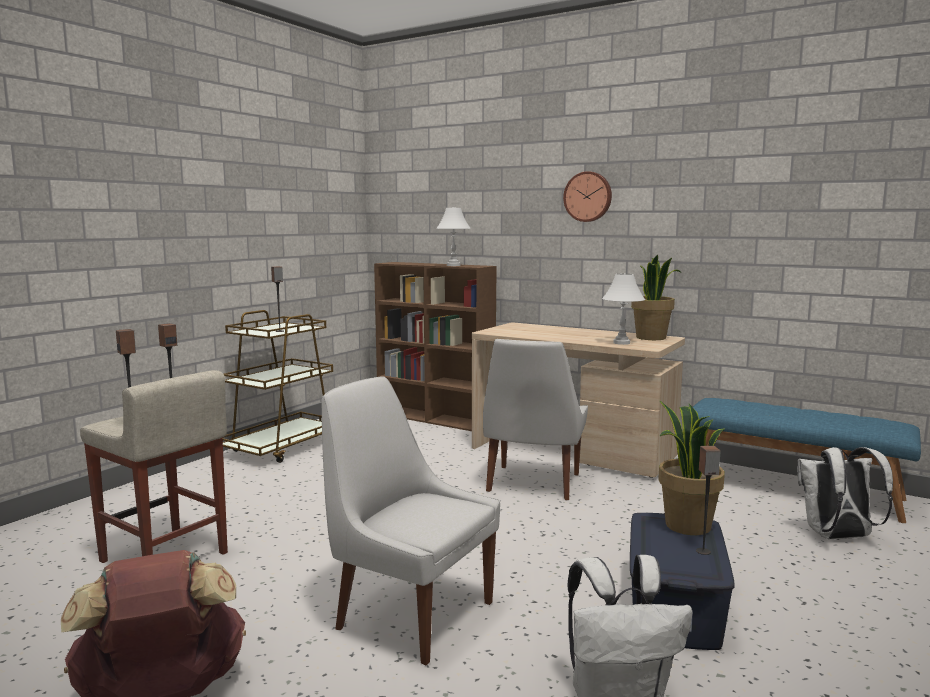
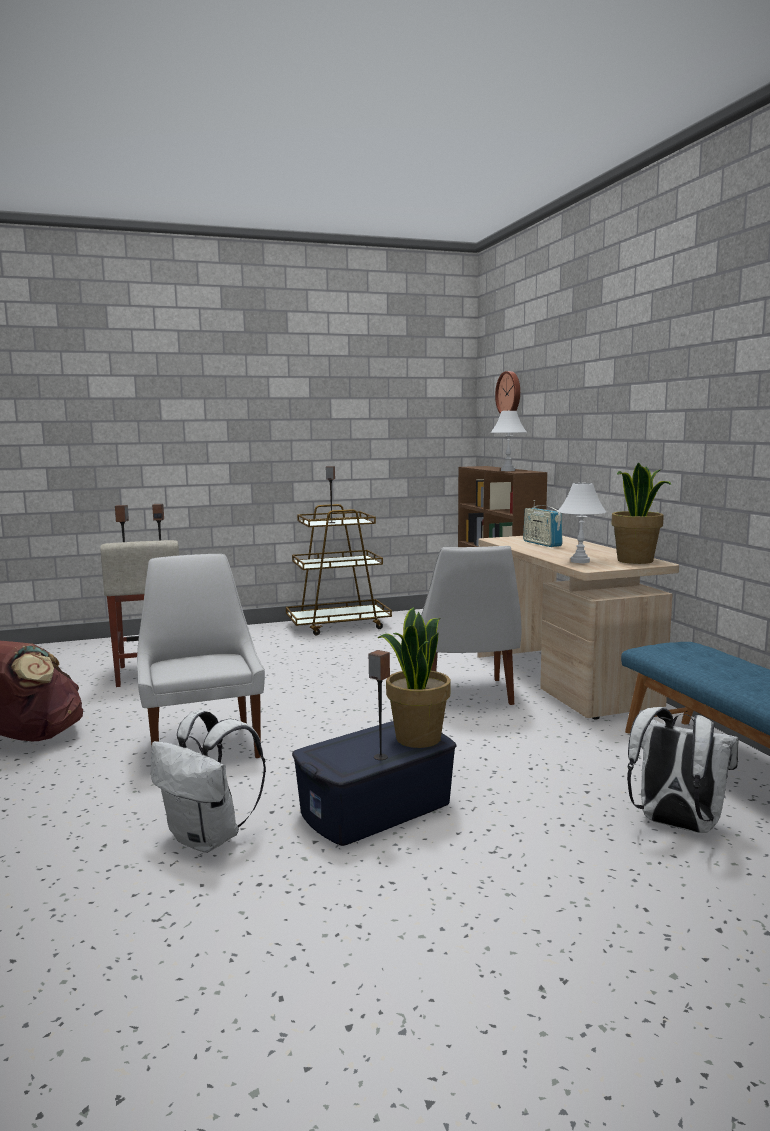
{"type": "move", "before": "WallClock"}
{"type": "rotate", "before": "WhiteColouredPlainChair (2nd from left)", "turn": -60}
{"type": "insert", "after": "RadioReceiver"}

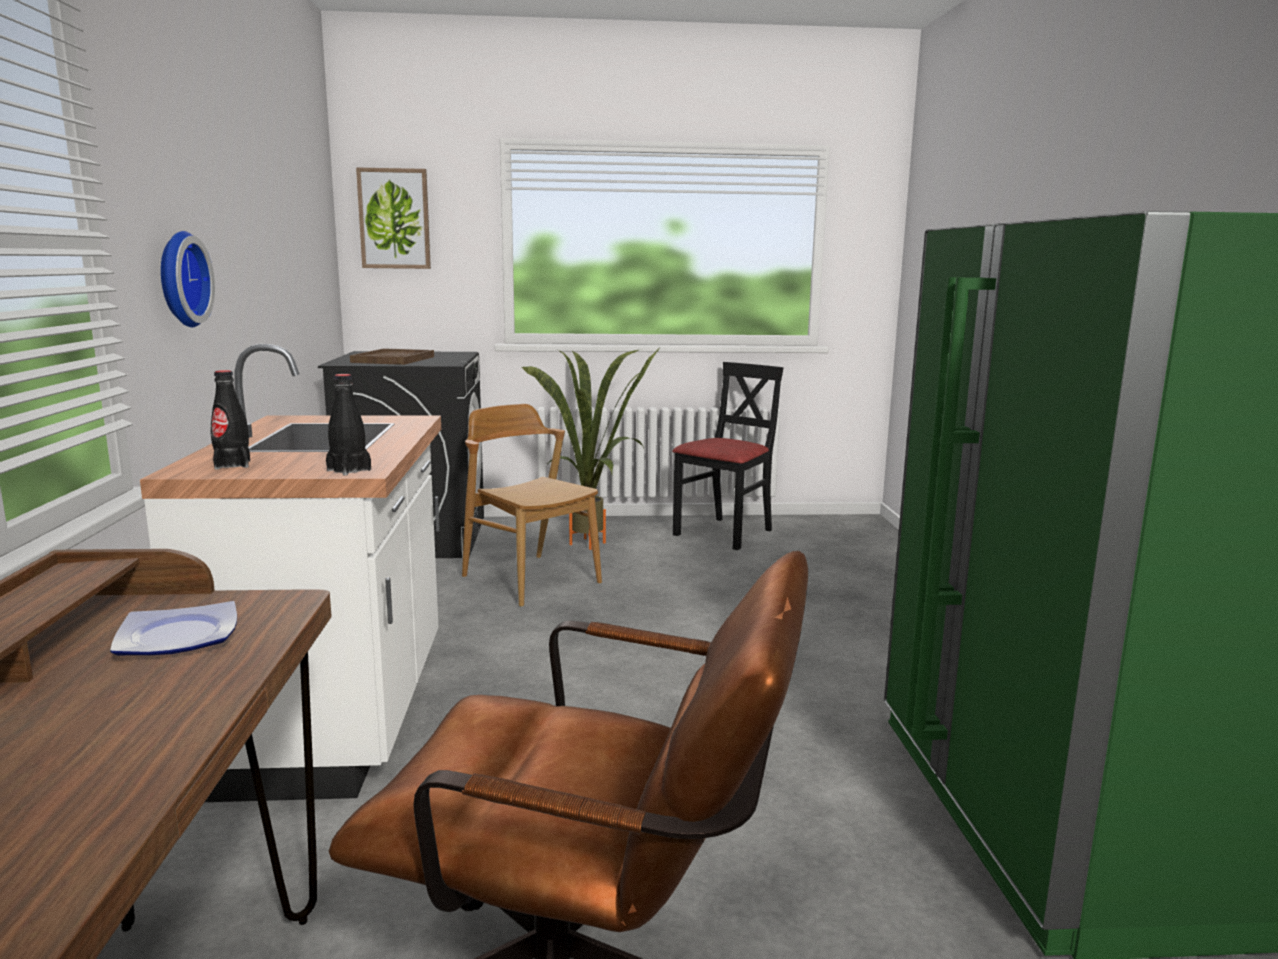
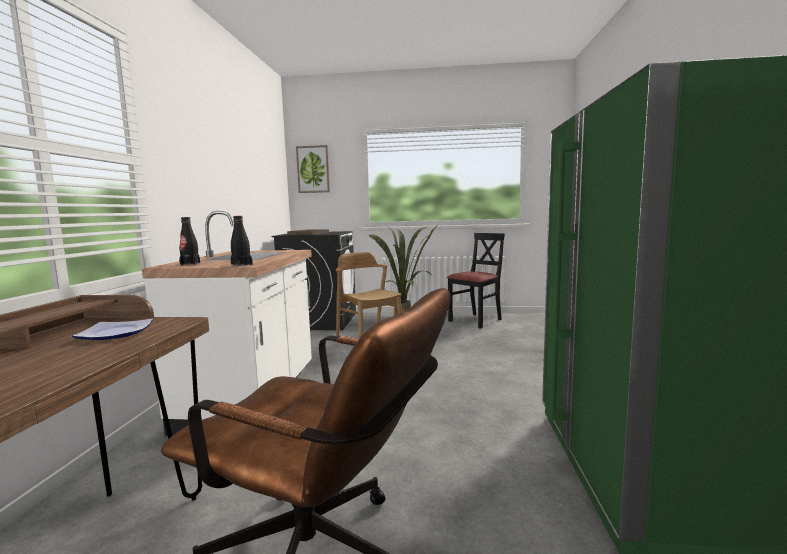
{"type": "delete", "before": "WallClock"}

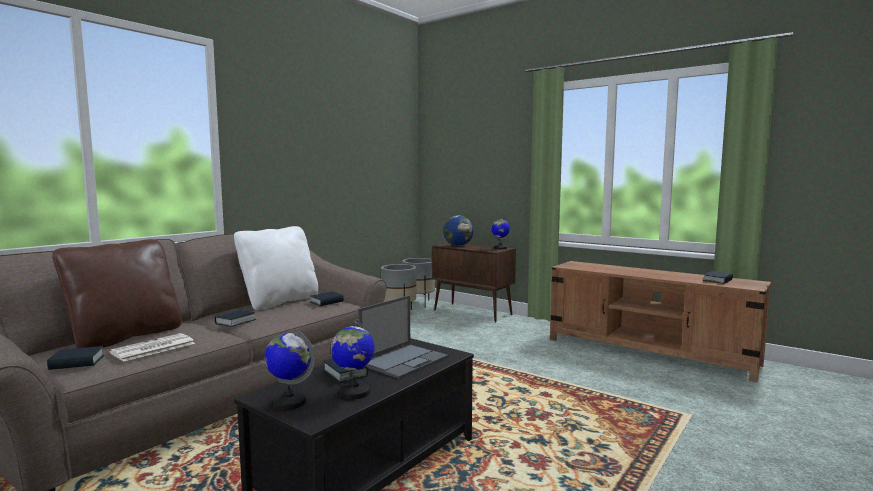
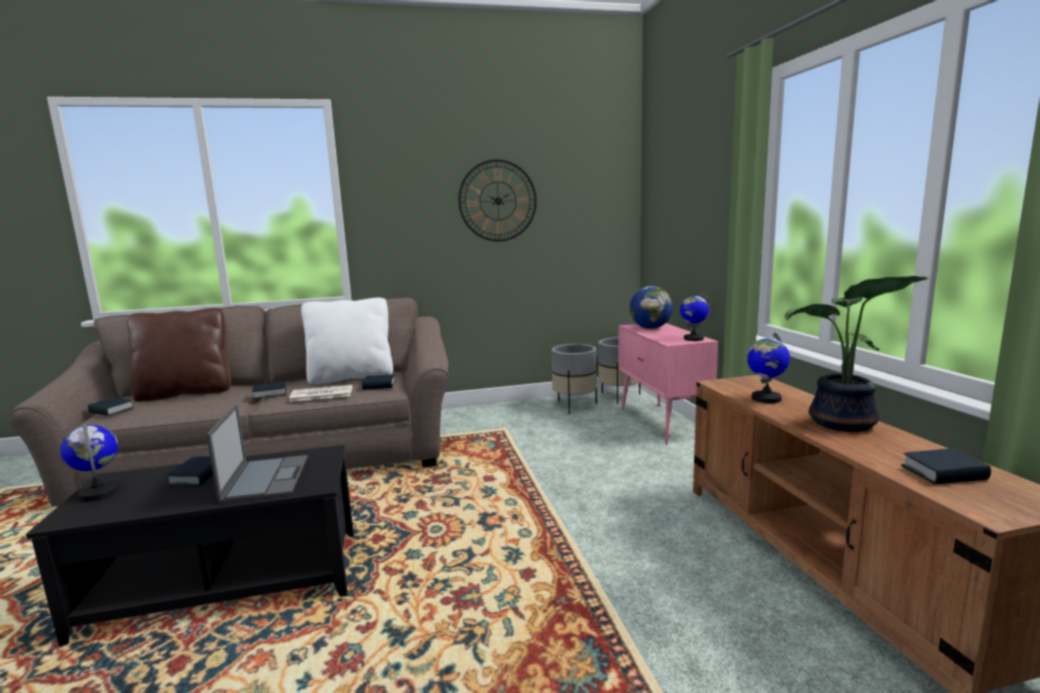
{"type": "recolor", "before": "BrownColouredCabinet", "after": "PinkishCabinet"}
{"type": "rotate", "before": "Laptop", "turn": -90}
{"type": "move", "before": "WorldGlobe (2nd from left in the first image)", "after": "WorldGlobe (4th from left)"}
{"type": "move", "before": "DailyPaper"}
{"type": "insert", "after": "WallClock"}
{"type": "insert", "after": "PlantInAPot"}

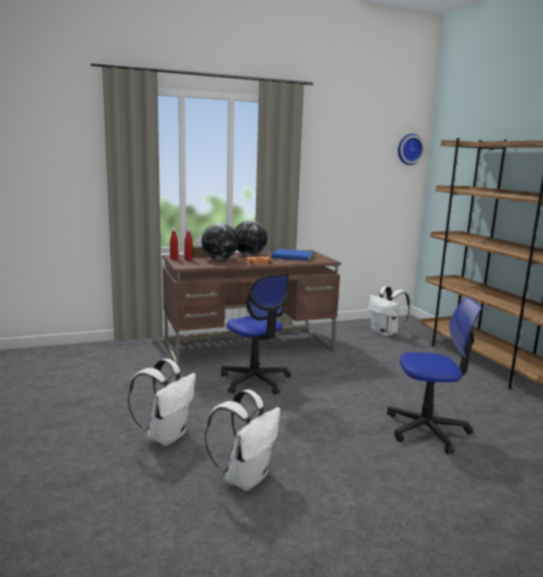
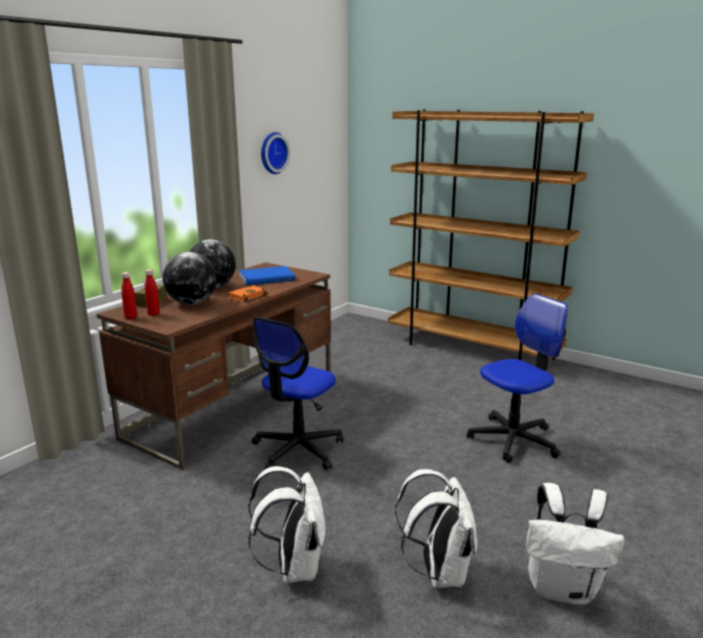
{"type": "move", "before": "WallClock"}
{"type": "rotate", "before": "DeskChair (1st from left)", "turn": 105}
{"type": "move", "before": "WhiteColouredBackpack (3rd from left)"}

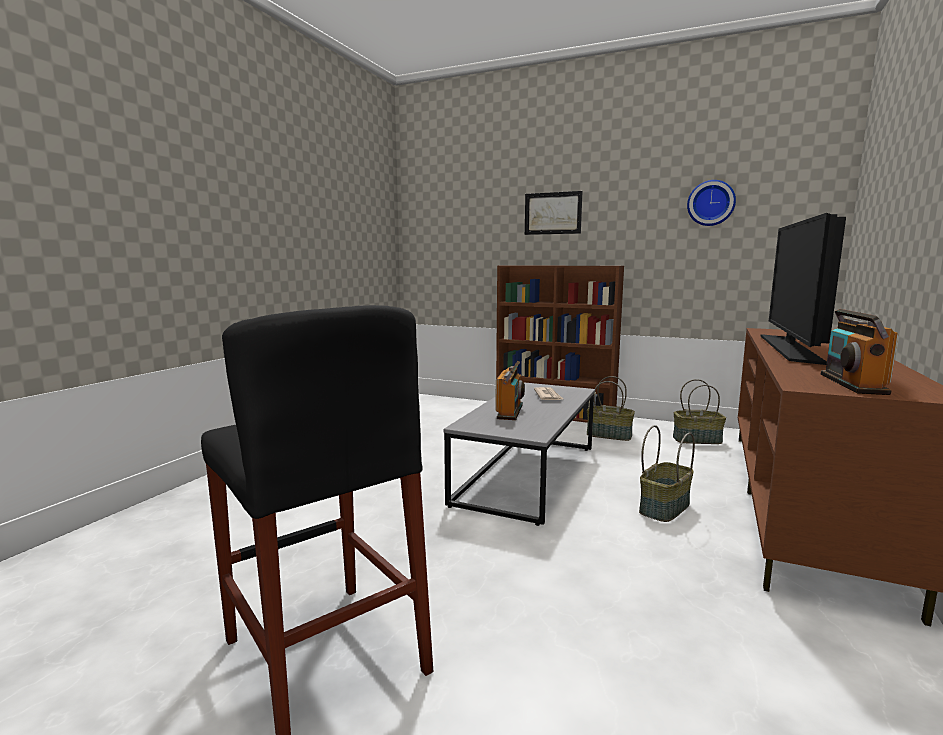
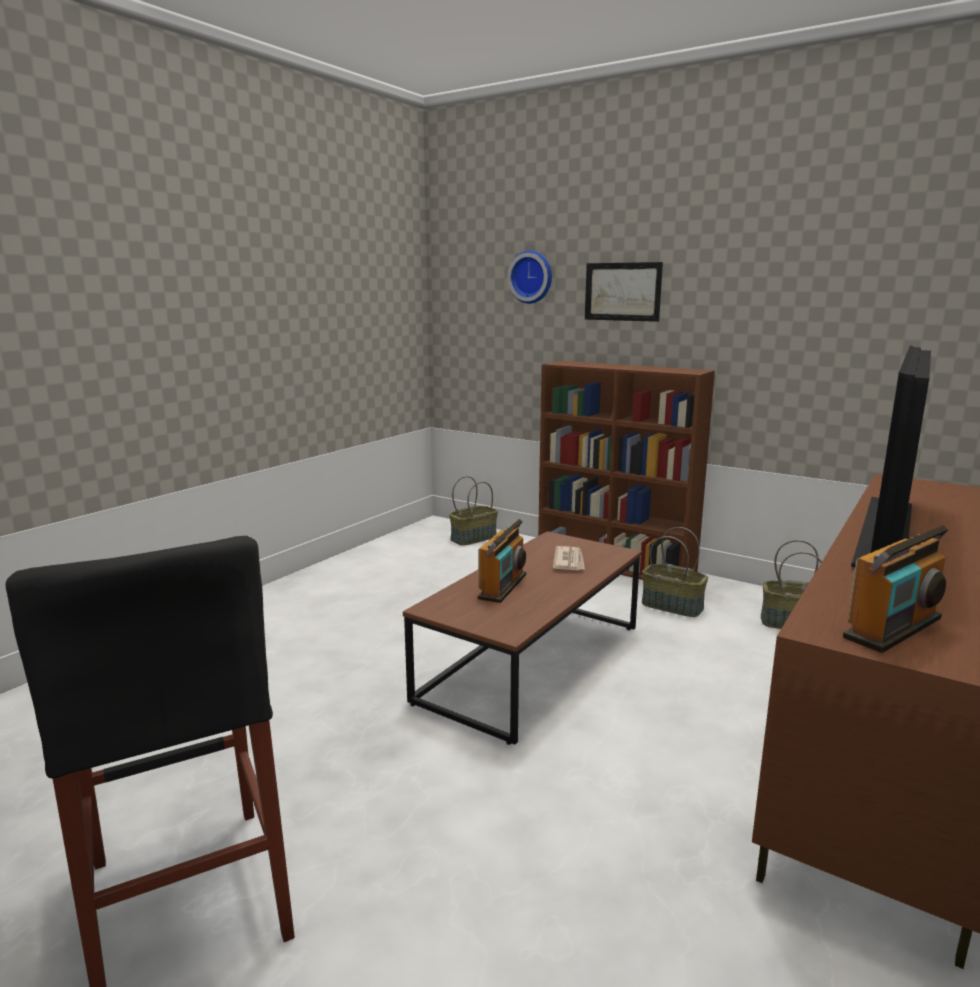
{"type": "move", "before": "WallClock"}
{"type": "rotate", "before": "RadioReceiver (2nd from left)", "turn": -150}
{"type": "recolor", "before": "GreyCoffeeTable", "after": "BrownColouredCoffeeTable"}
{"type": "move", "before": "Basket (2nd from left in the first image)", "after": "Basket (1st from left)"}

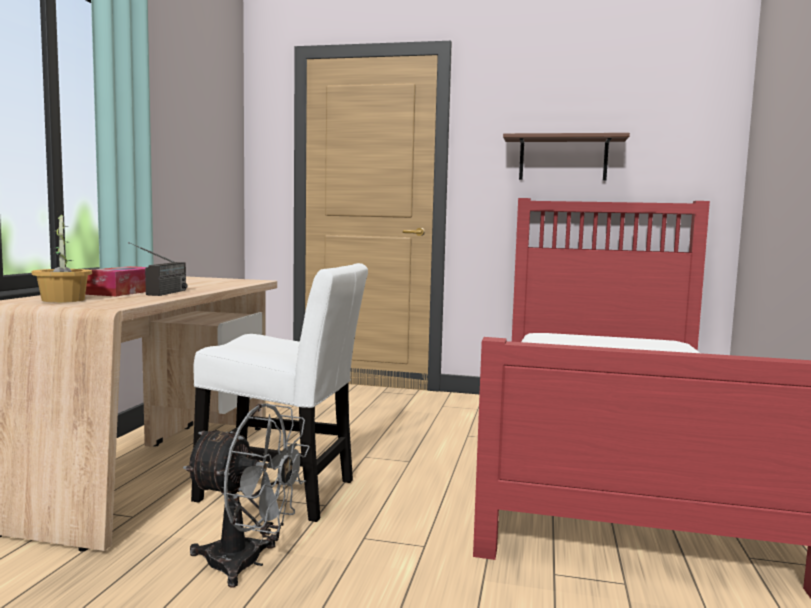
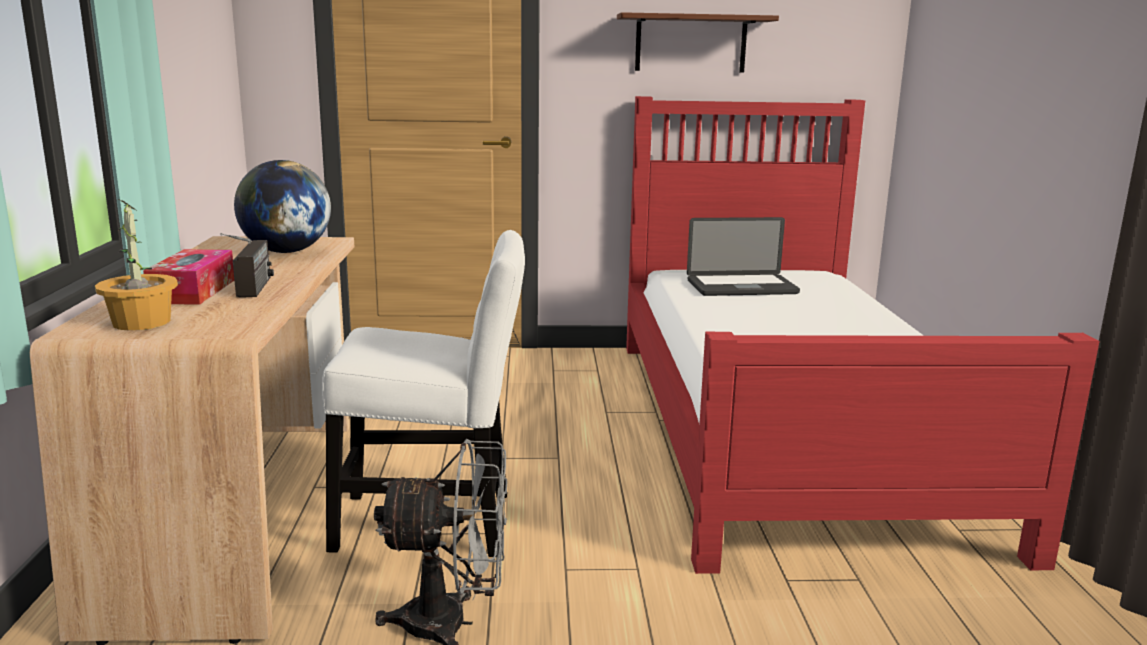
{"type": "insert", "after": "WorldGlobe"}
{"type": "insert", "after": "Laptop"}

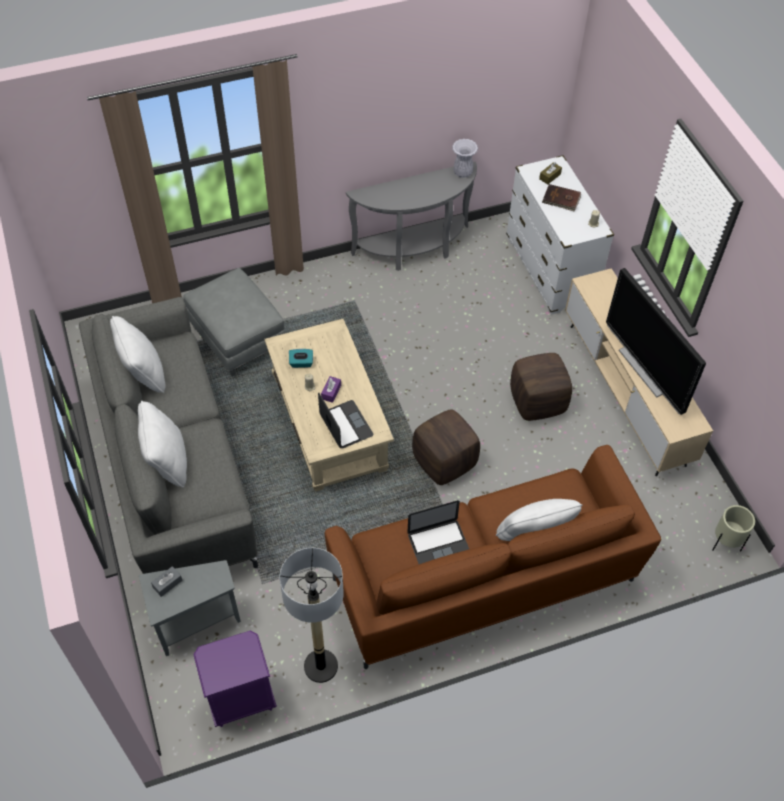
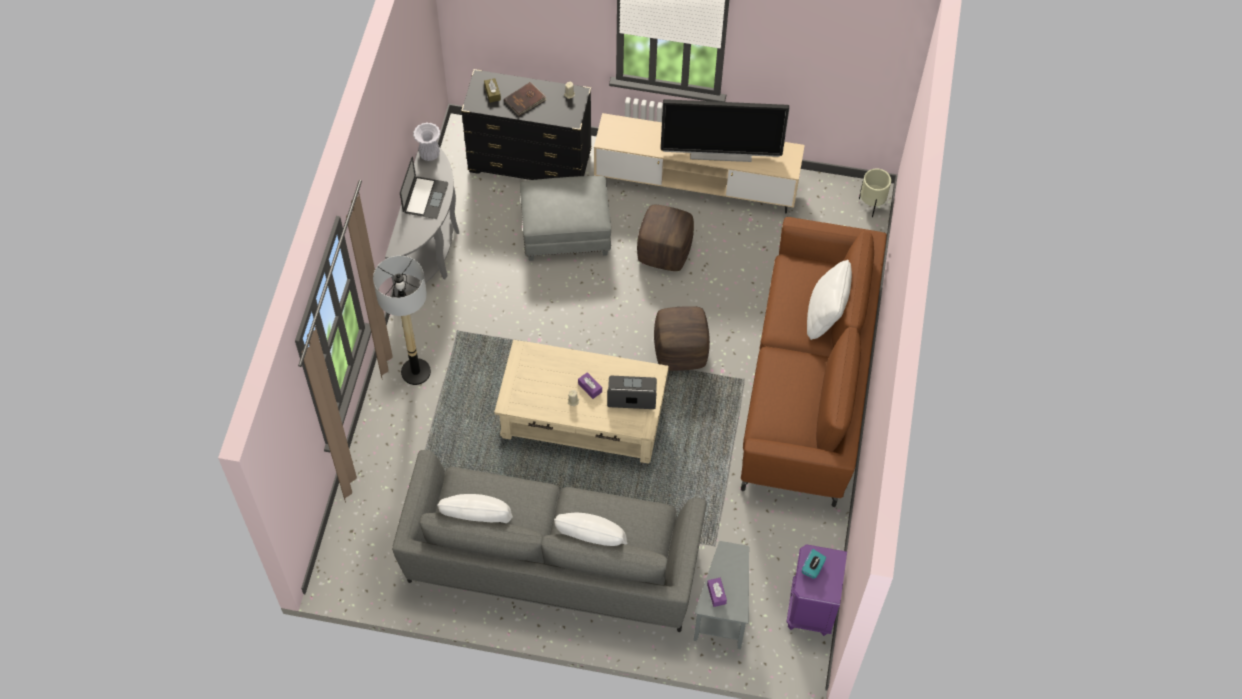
{"type": "recolor", "before": "WhiteColouredDrawerChest", "after": "BlackishDrawerChest"}
{"type": "move", "before": "GreyOttoman"}
{"type": "move", "before": "TurquoiseTissueHolder"}
{"type": "move", "before": "Laptop (2nd from left in the first image)", "after": "Laptop (1st from left)"}
{"type": "move", "before": "StandingLamp"}
{"type": "recolor", "before": "GreyTissueHolder", "after": "PurpleTissueHolder (2nd from left)"}

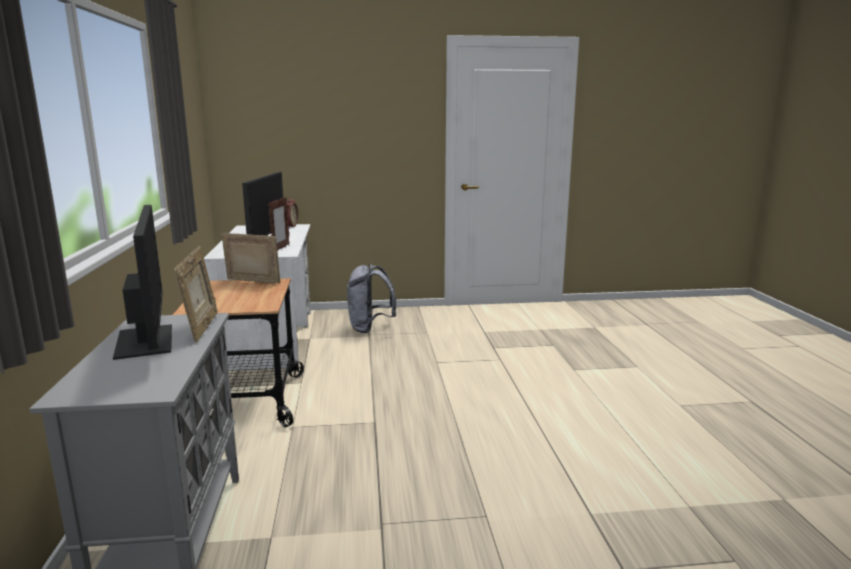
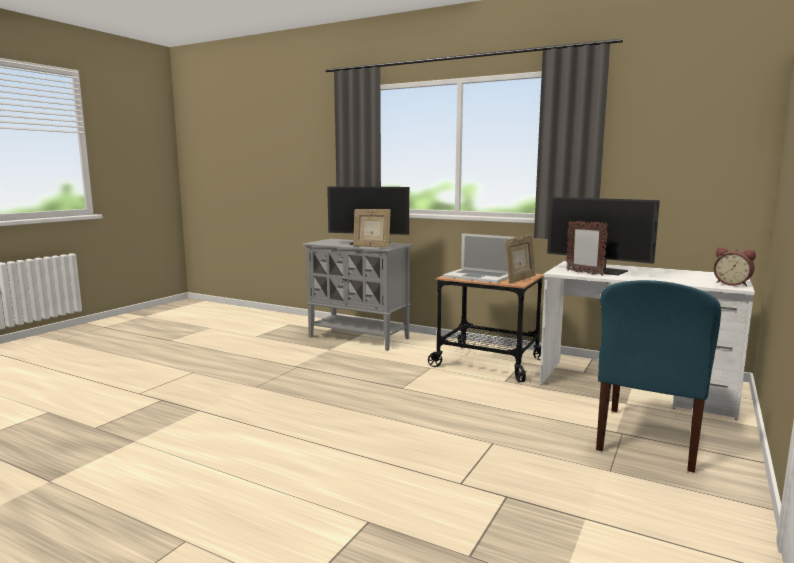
{"type": "replace", "before": "GreyBackpack", "after": "BlueColouredPlainChair"}
{"type": "insert", "after": "Laptop"}

